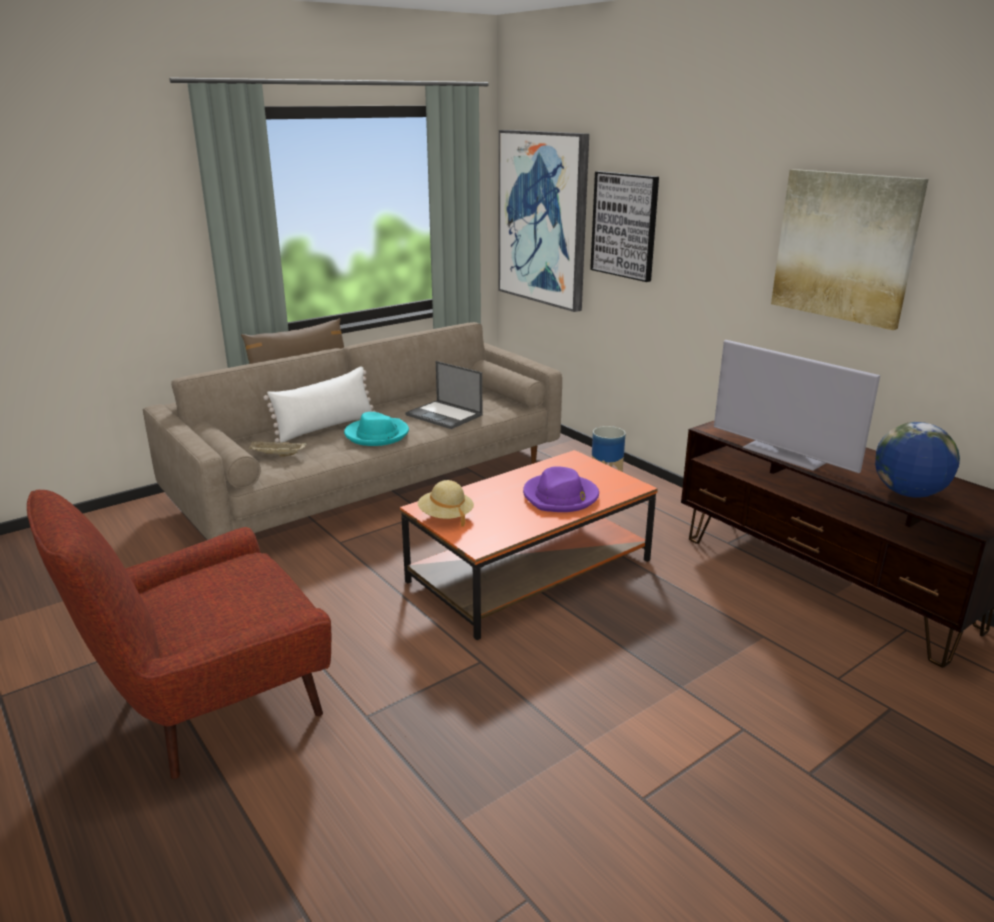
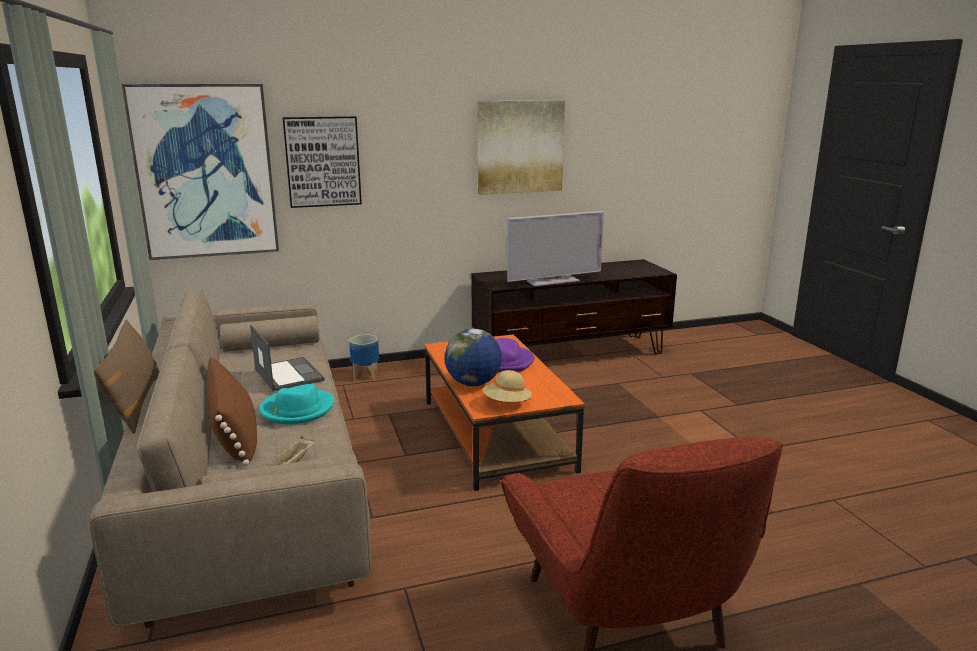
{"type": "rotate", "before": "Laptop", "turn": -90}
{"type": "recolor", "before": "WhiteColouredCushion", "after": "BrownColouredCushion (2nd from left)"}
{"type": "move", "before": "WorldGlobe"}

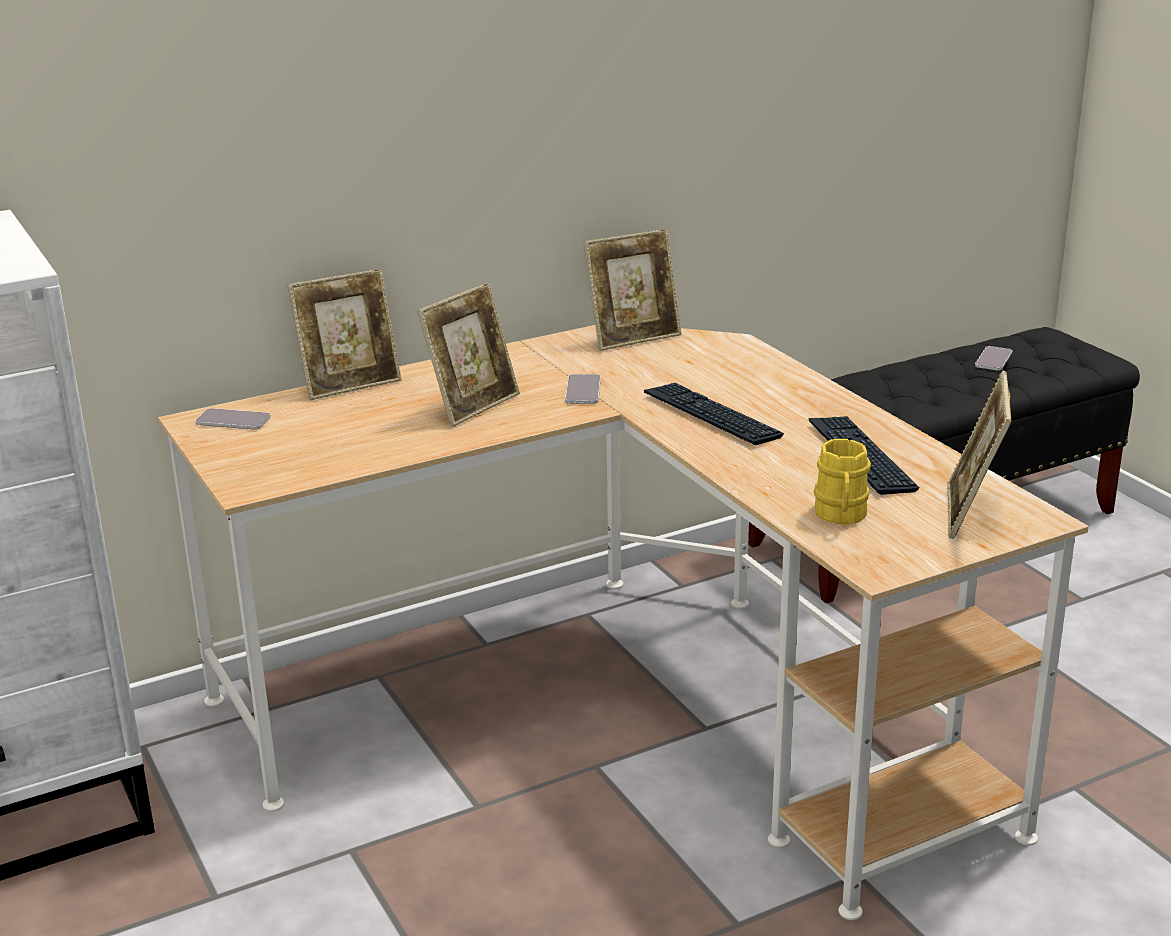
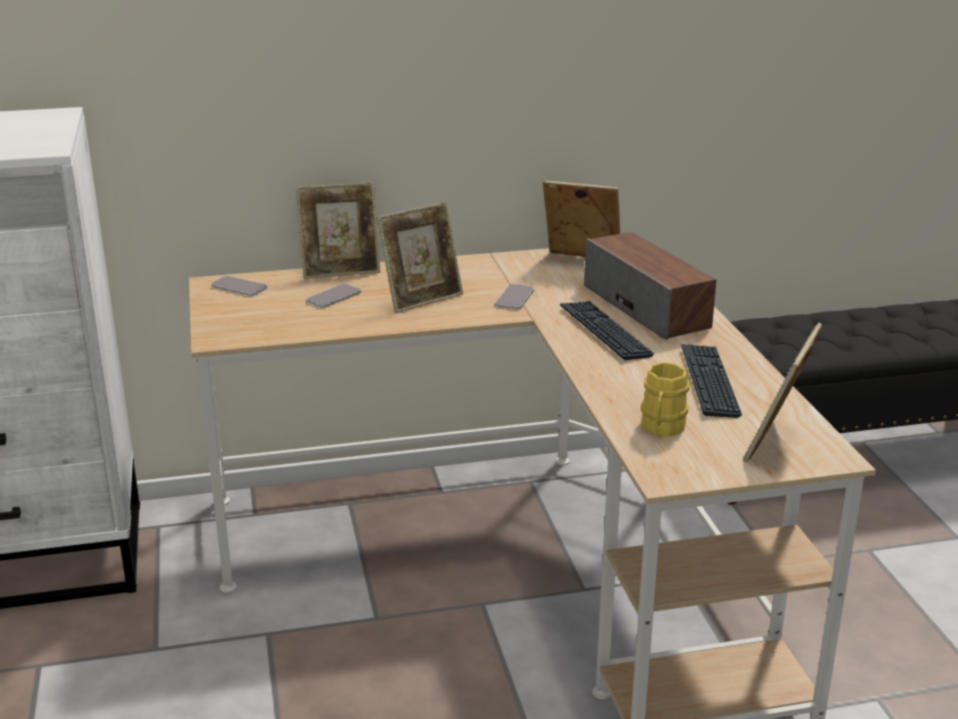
{"type": "rotate", "before": "PhotoFrame (3rd from left)", "turn": -150}
{"type": "move", "before": "Phone (3rd from left in the first image)", "after": "Phone (2nd from left)"}
{"type": "insert", "after": "Loudspeaker"}

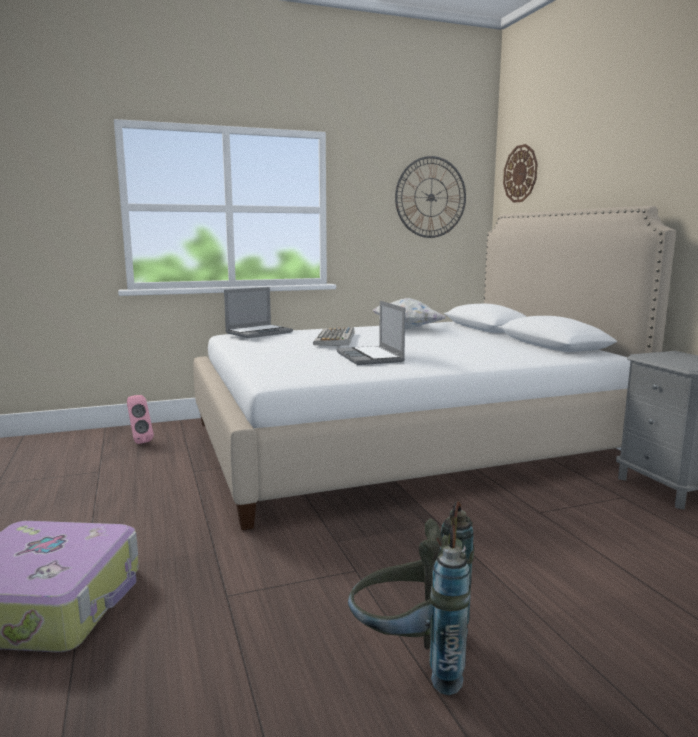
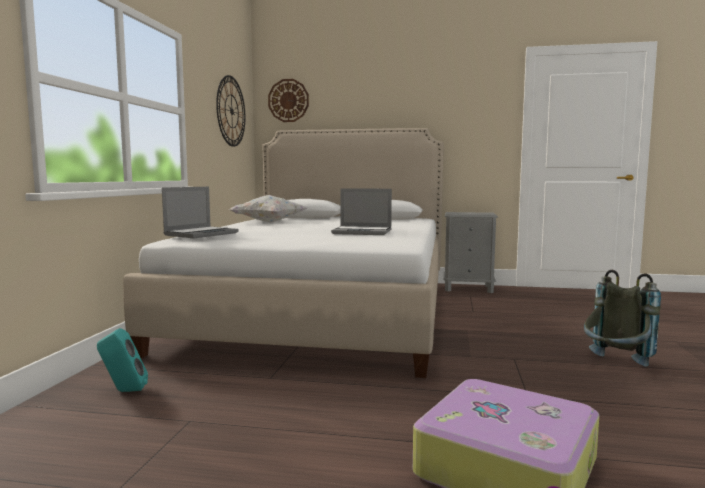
{"type": "rotate", "before": "Laptop (1st from left)", "turn": 45}
{"type": "delete", "before": "PcKeyboard"}
{"type": "recolor", "before": "PinkishLoudspeaker", "after": "TurquoiseLoudspeaker"}

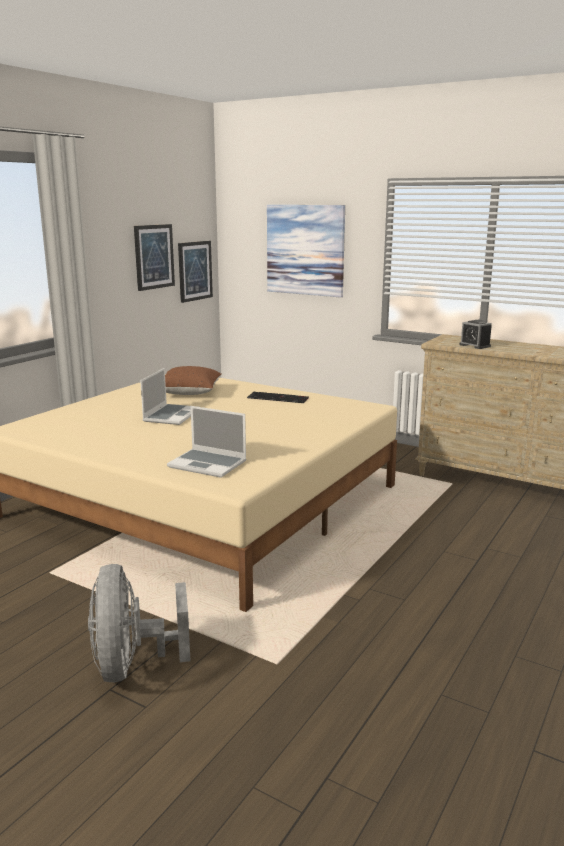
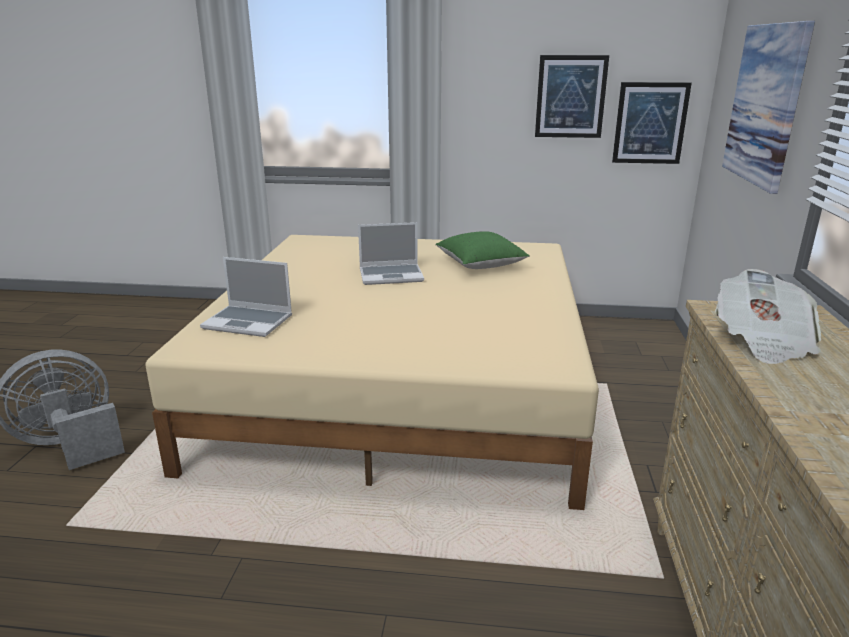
{"type": "replace", "before": "BedsideClock", "after": "DailyPaper"}
{"type": "recolor", "before": "BrownColouredCushion", "after": "GreenishCushion"}
{"type": "delete", "before": "PcKeyboard"}
{"type": "rotate", "before": "Laptop (2nd from left in the first image)", "turn": -75}

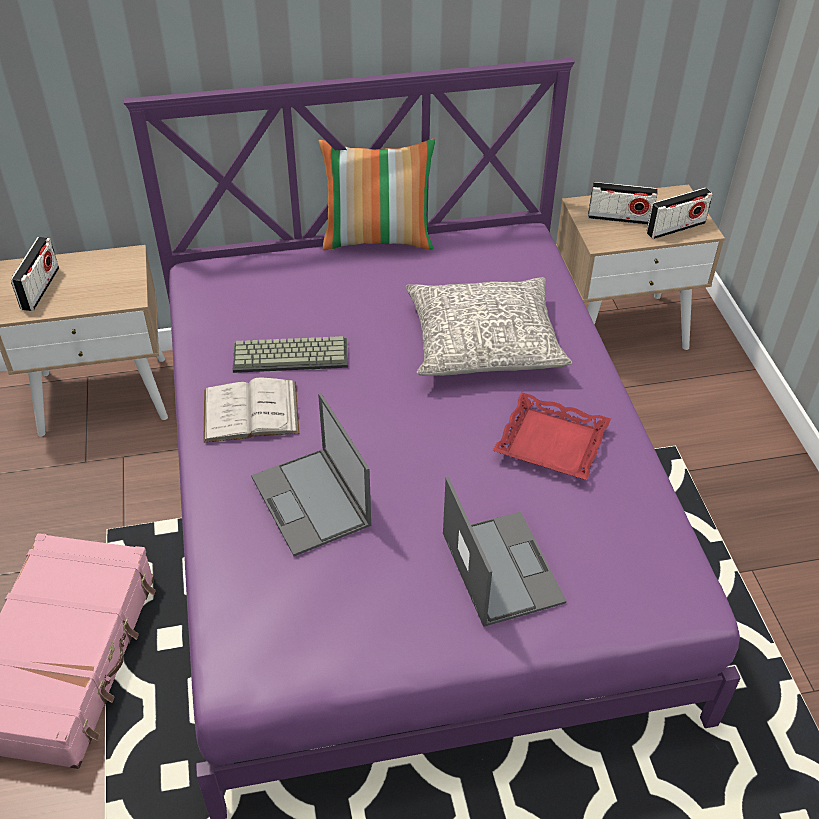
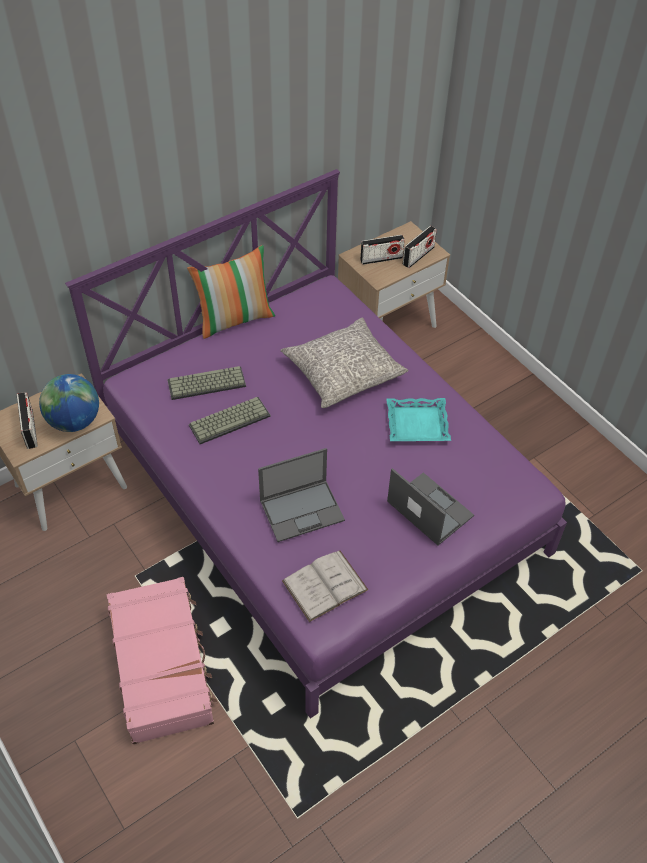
{"type": "move", "before": "WhiteColouredBoundBook"}
{"type": "recolor", "before": "ReddishServingTray", "after": "TurquoiseServingTray"}
{"type": "rotate", "before": "Laptop (1st from left)", "turn": -60}
{"type": "insert", "after": "PcKeyboard (1st from left)"}
{"type": "insert", "after": "WorldGlobe"}

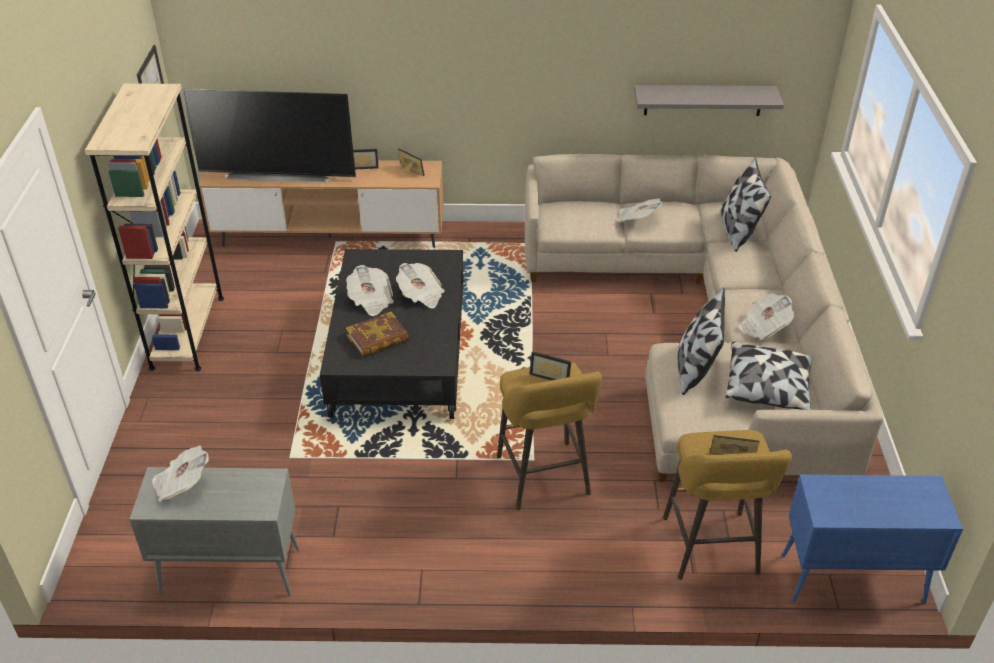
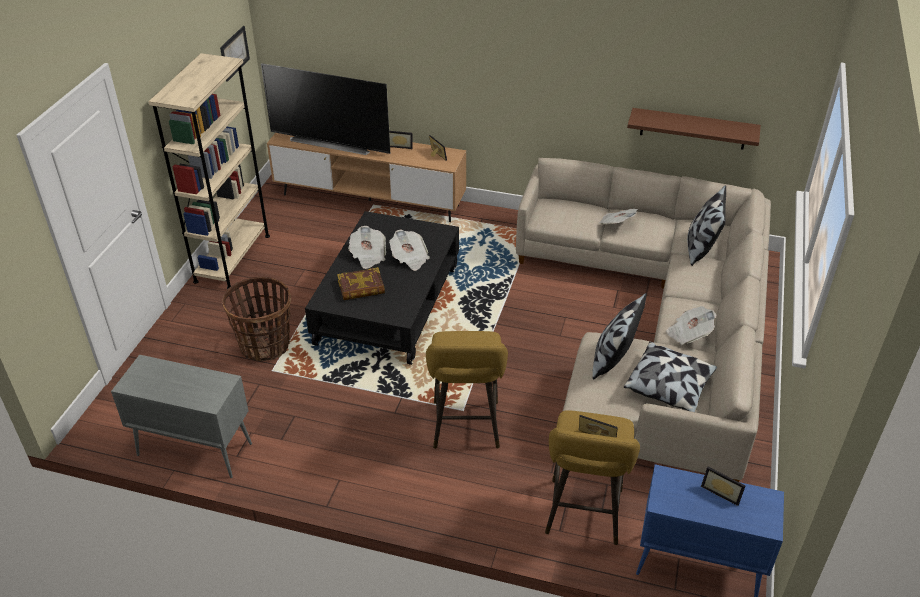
{"type": "recolor", "before": "GreyWallShelf", "after": "BrownColouredWallShelf"}
{"type": "move", "before": "PhotoFrame (3rd from left in the first image)", "after": "PhotoFrame (4th from left)"}
{"type": "delete", "before": "DailyPaper (1st from left)"}
{"type": "insert", "after": "Basket"}

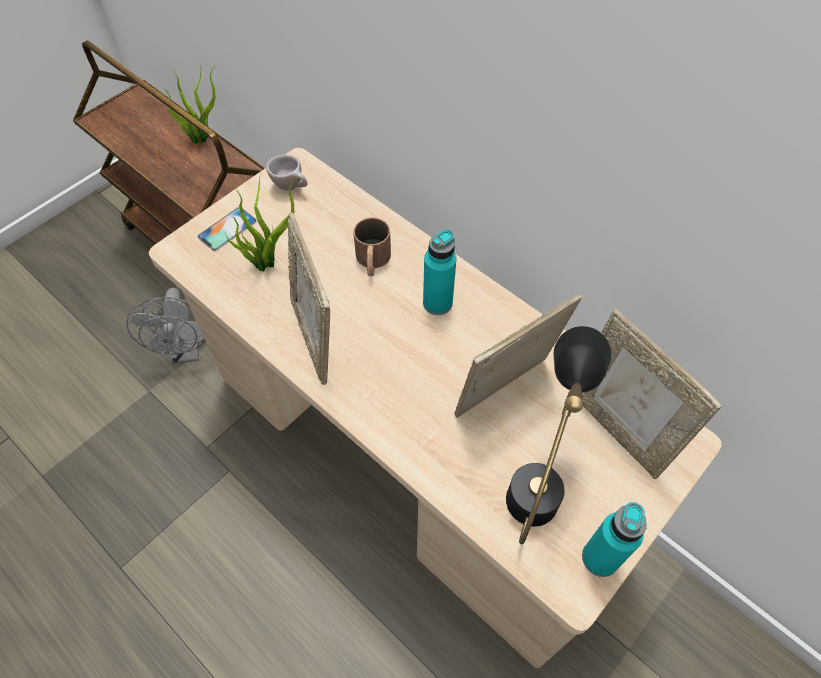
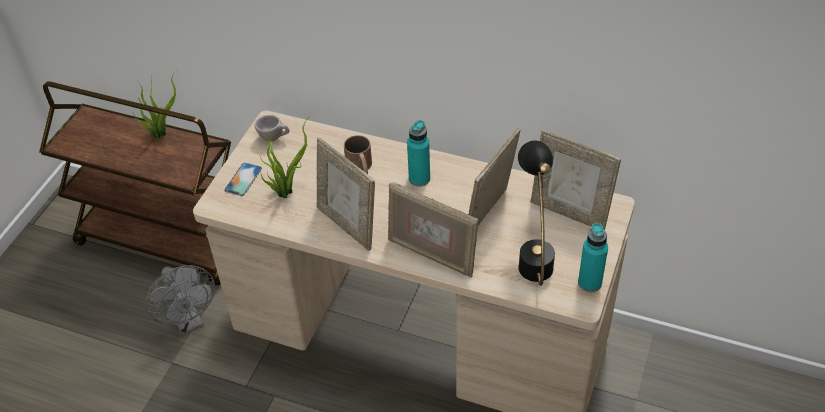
{"type": "insert", "after": "PhotoFrame (2nd from left)"}

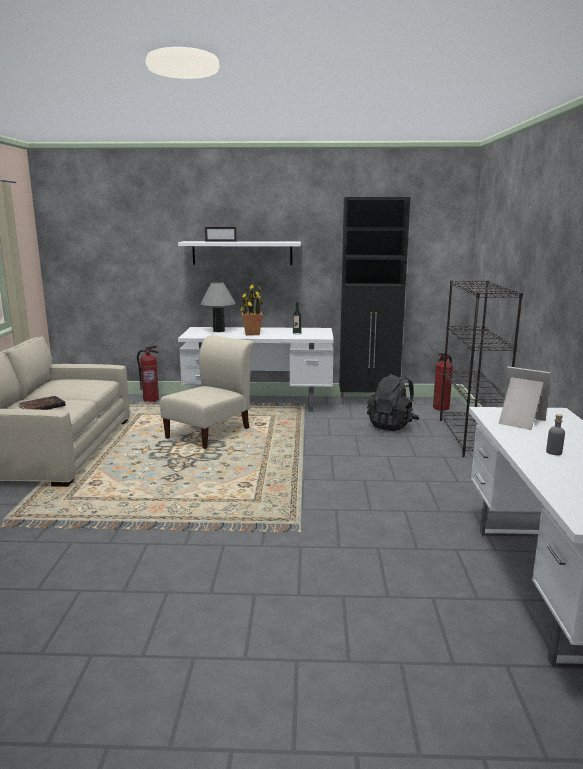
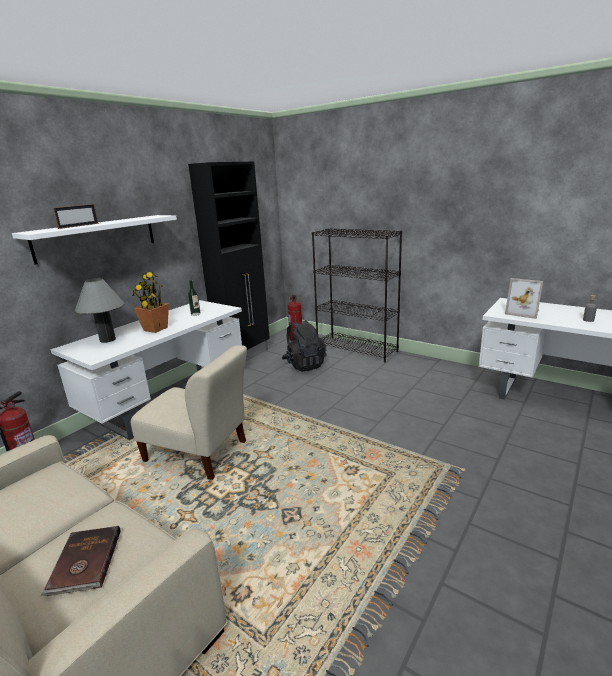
{"type": "rotate", "before": "BeigePlainChair", "turn": 135}
{"type": "rotate", "before": "PhotoFrame (2nd from left)", "turn": -120}

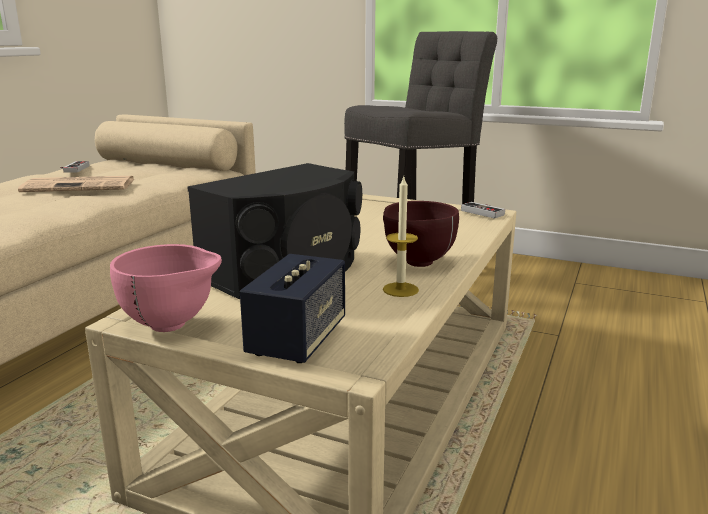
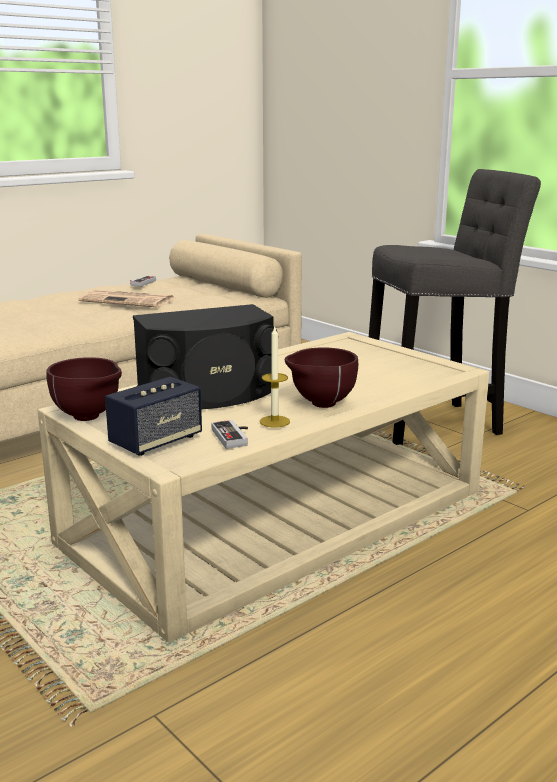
{"type": "move", "before": "GameController (2nd from left)"}
{"type": "recolor", "before": "PinkishServingBowl", "after": "BrownColouredServingBowl (1st from left)"}

